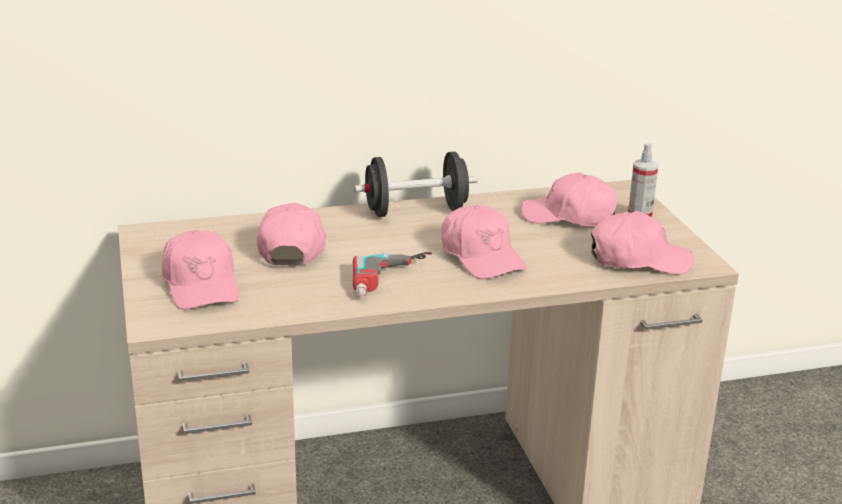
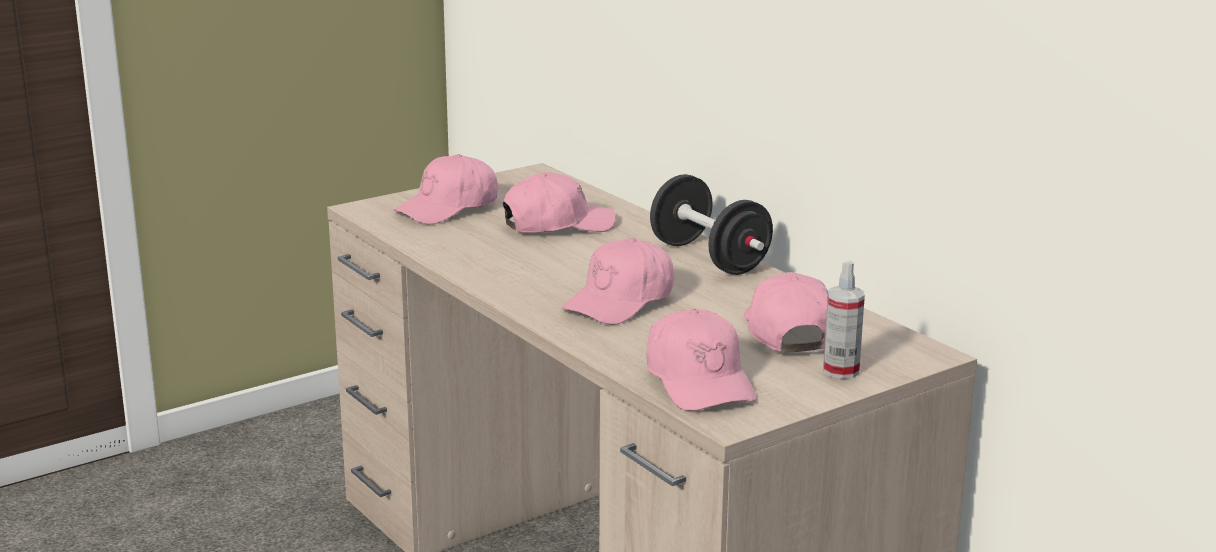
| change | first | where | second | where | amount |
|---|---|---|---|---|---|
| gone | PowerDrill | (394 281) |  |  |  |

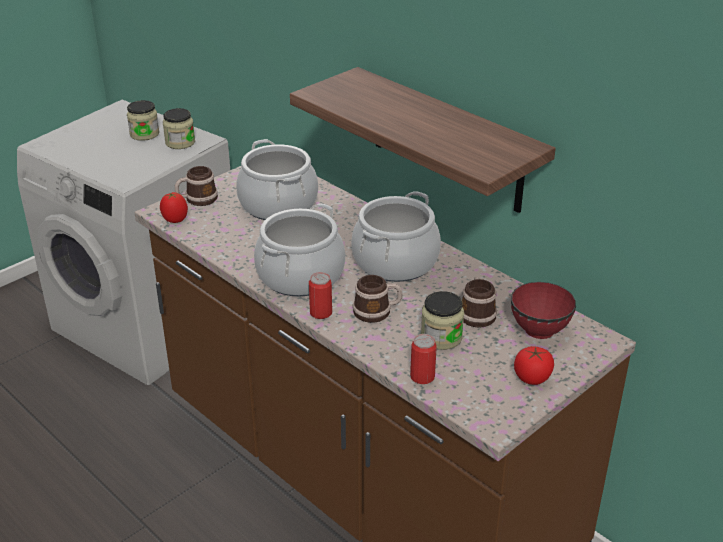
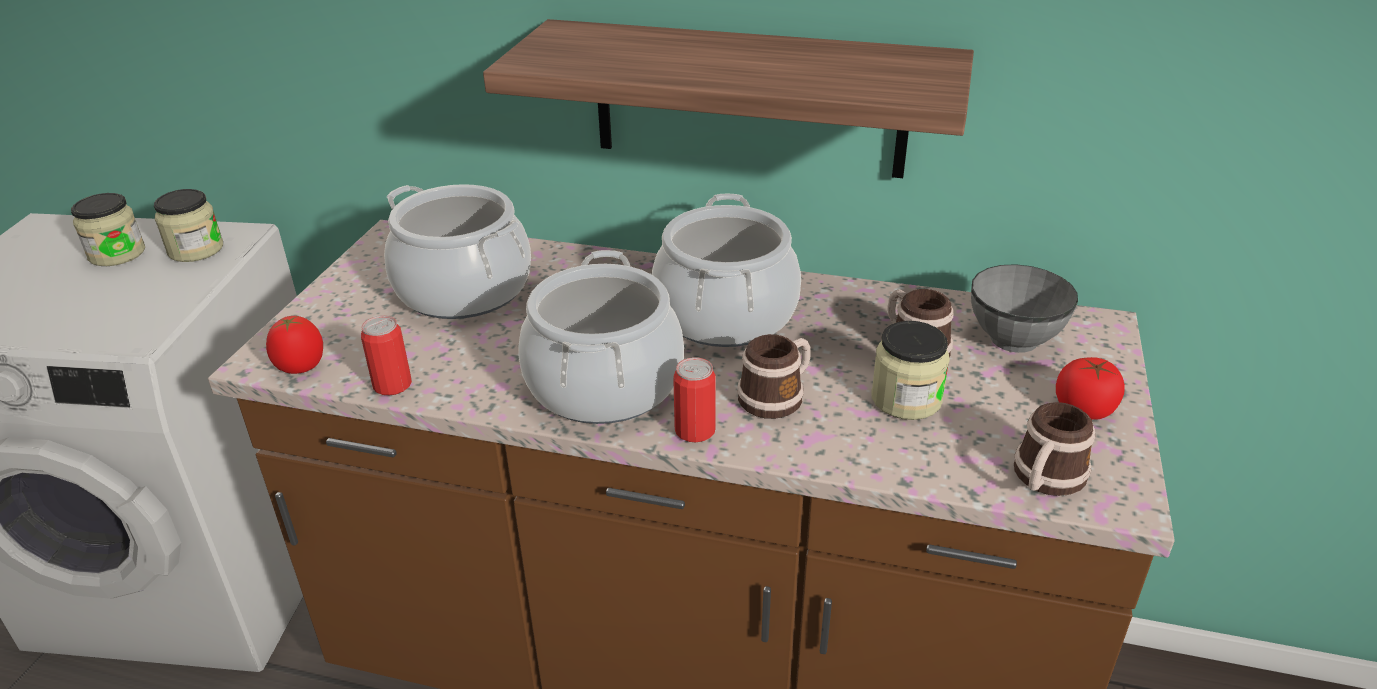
| change | first | where | second | where | amount |
|---|---|---|---|---|---|
| shifted | Can | (422 377) |  | (392 385) |  |
| repainted | RedBowl | (538 329) | GreyBowl | (1012 339) |  |
| shifted | Mug | (197 199) |  | (1045 480) |  |

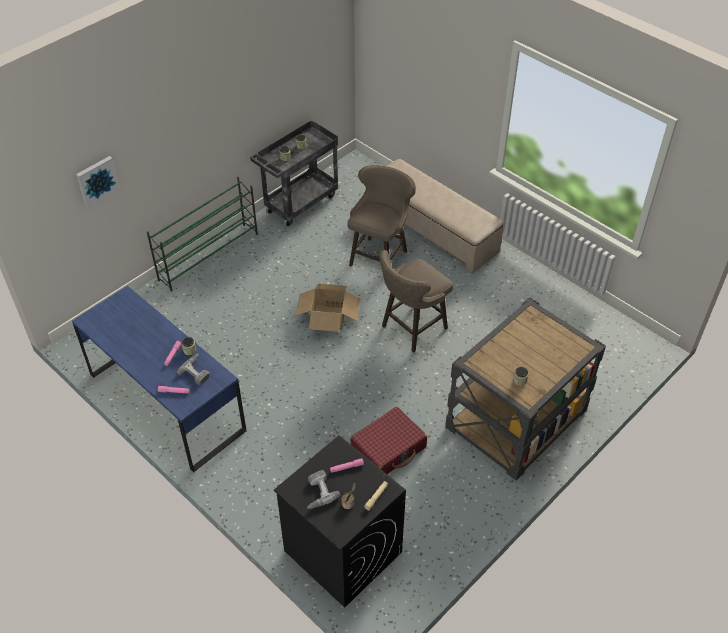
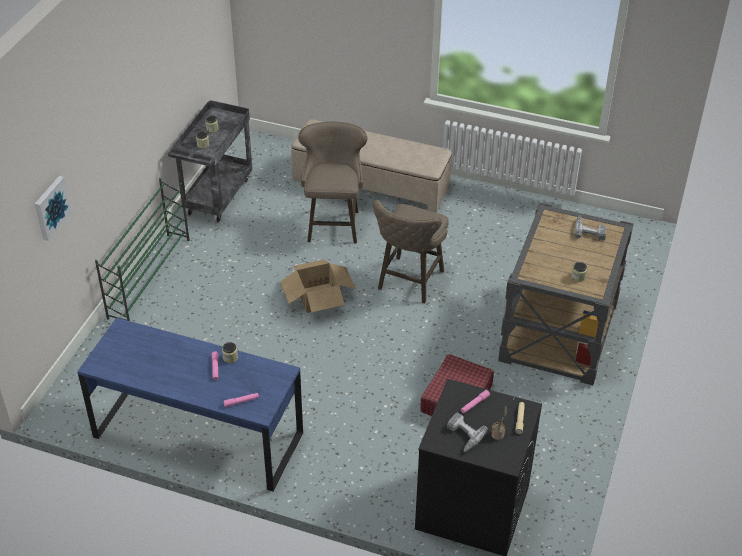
| change | first | where | second | where | amount |
|---|---|---|---|---|---|
| shifted | PowerDrill | (197 371) |  | (589 230) |  |

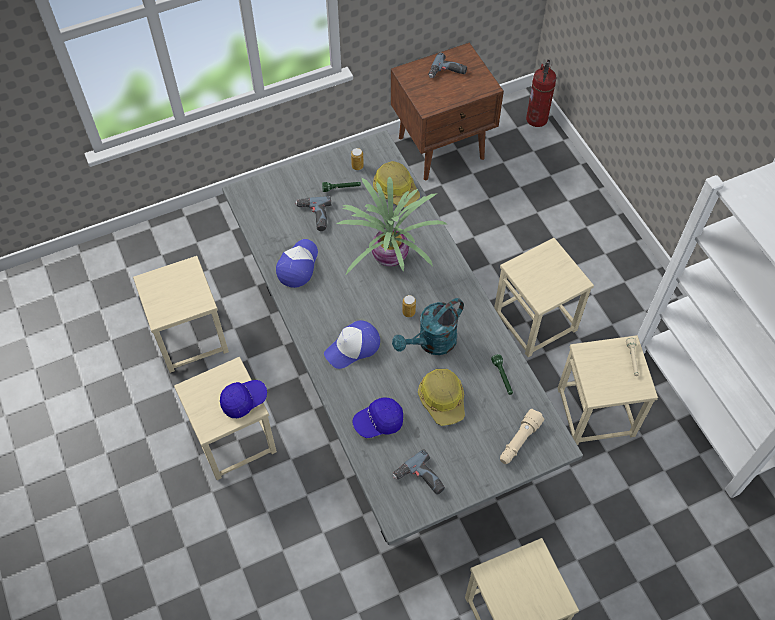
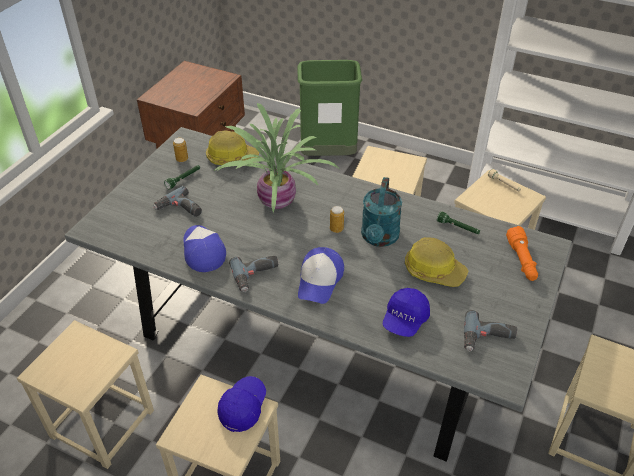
| change | first | where | second | where | amount |
|---|---|---|---|---|---|
| shifted | PowerDrill | (447 73) |  | (256 276) |  |
| new |  |  | GreenTrashCan | (328 155) |  |
| repainted | BeigeFlashlight | (519 441) | OrangeFlashlight | (521 261) |  |
| gone | FireExtinguisher | (537 119) |  |  |  |

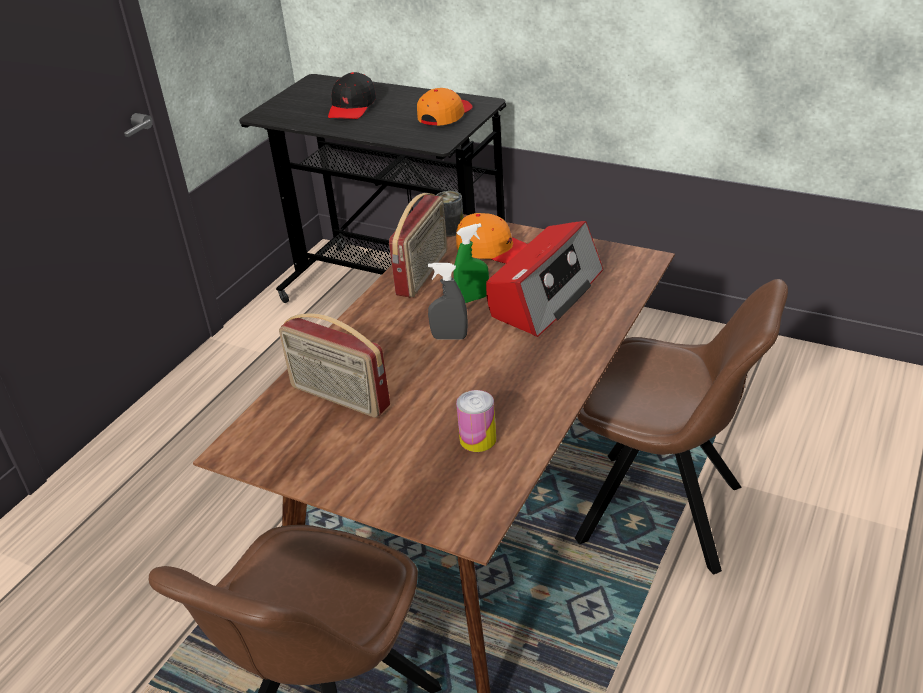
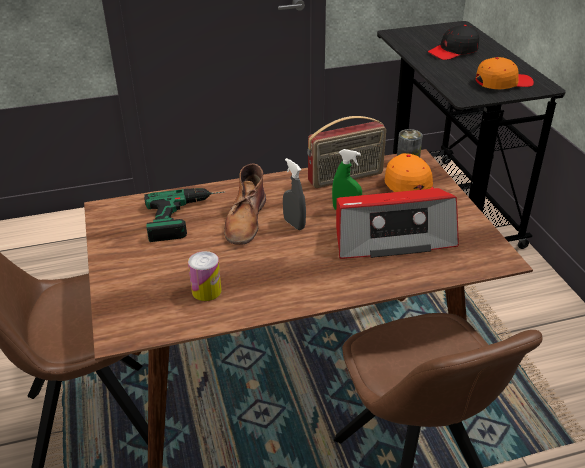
| change | first | where | second | where | amount |
|---|---|---|---|---|---|
| swapped | Radio | (339 398) | PowerDrill | (187 217) |  |
| new |  |  | BrownBoot | (245 220) |  |

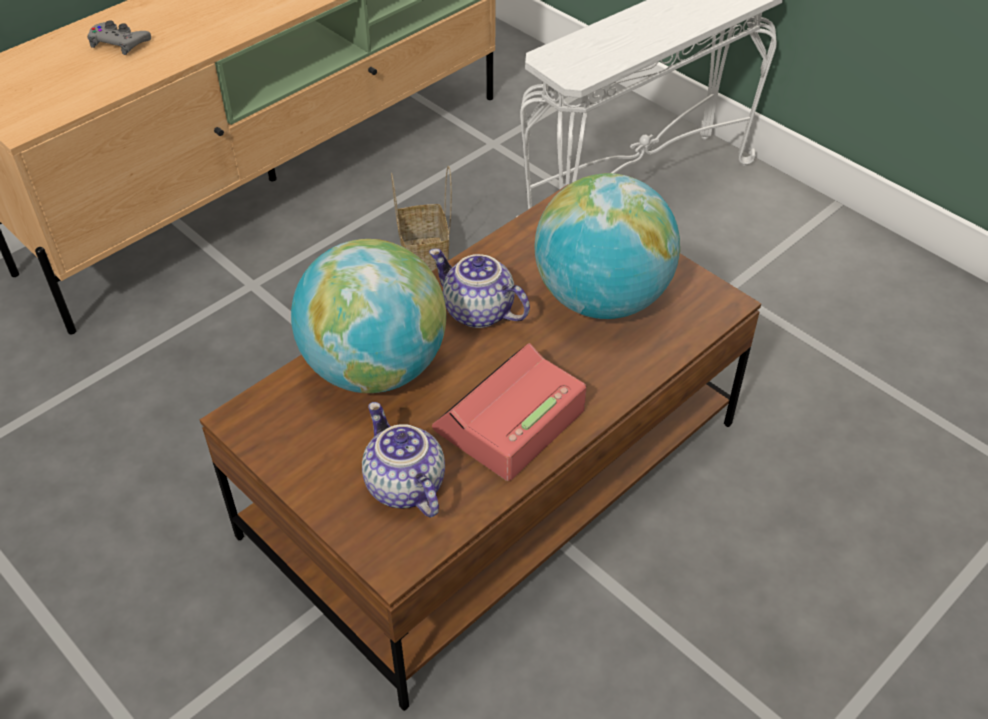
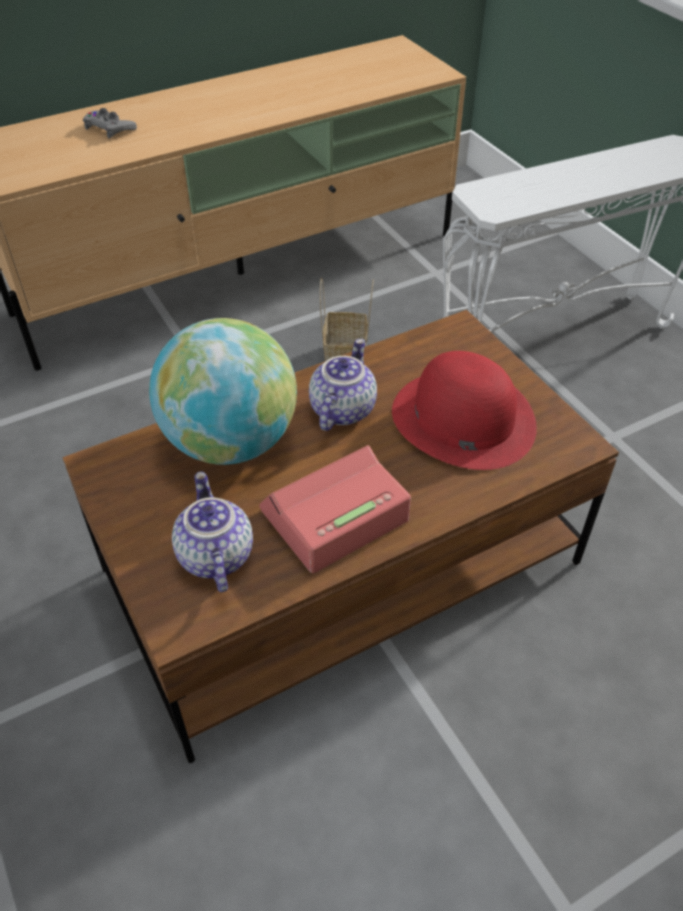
| change | first | where | second | where | amount |
|---|---|---|---|---|---|
| rotated | Teapot | (477 312) |  | (341 409) | 60 degrees clockwise |
| swapped | Globe | (602 298) | RedHat | (462 418) |  |

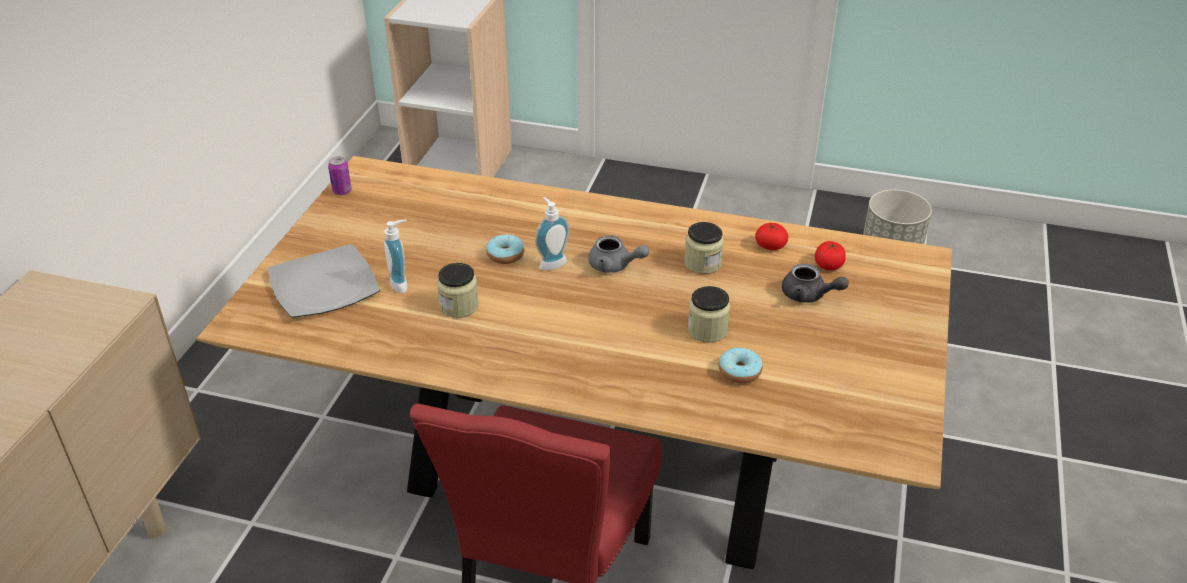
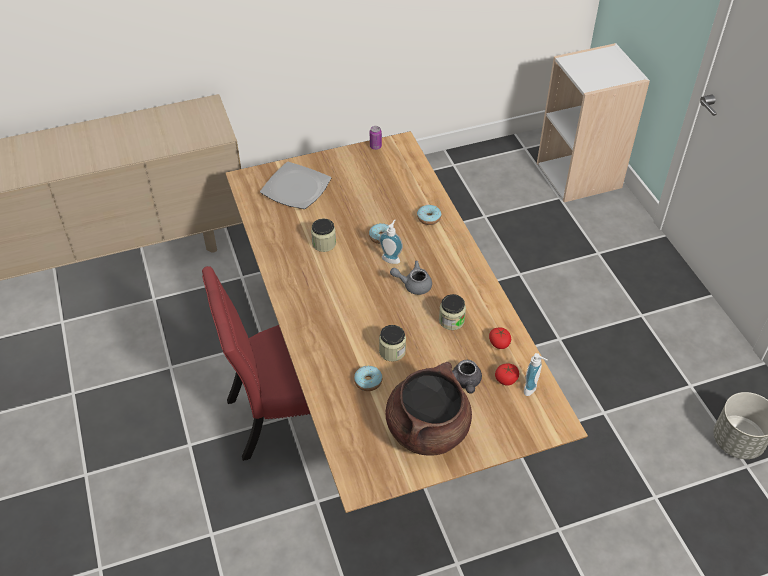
| change | first | where | second | where | amount |
|---|---|---|---|---|---|
| new |  |  | BrownCookingPot | (427 429) |  |
| rotated | GreyTeapot | (614 266) |  | (413 285) | 105 degrees clockwise |
| new |  |  | Donut | (429 218) |  |
| shifted | SoapDispenser | (402 283) |  | (532 389) |  |

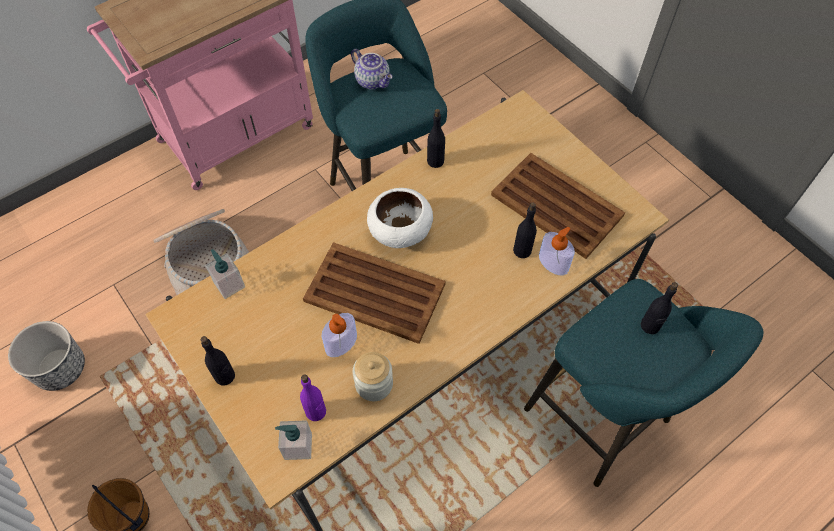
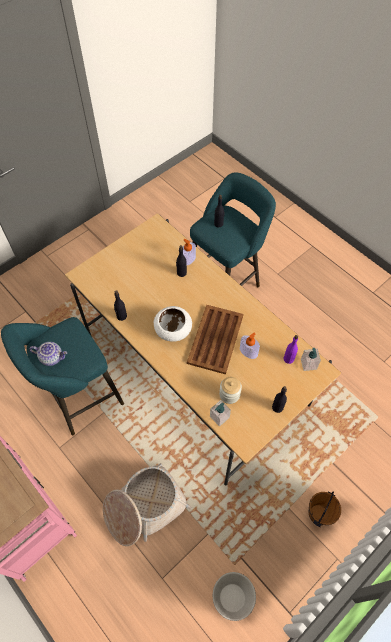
| change | first | where | second | where | amount |
|---|---|---|---|---|---|
| rotated | Teapot | (373 81) |  | (52 357) | 60 degrees clockwise |
| shifted | Jar | (374 384) |  | (229 394) |  |
| gone | BrownTray | (555 204) |  |  |  |

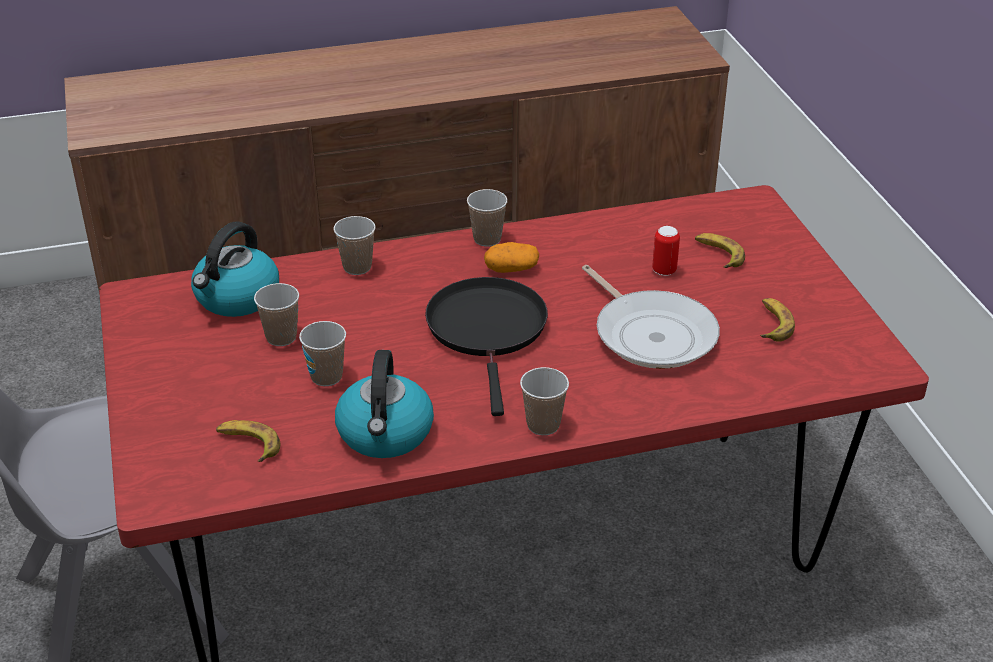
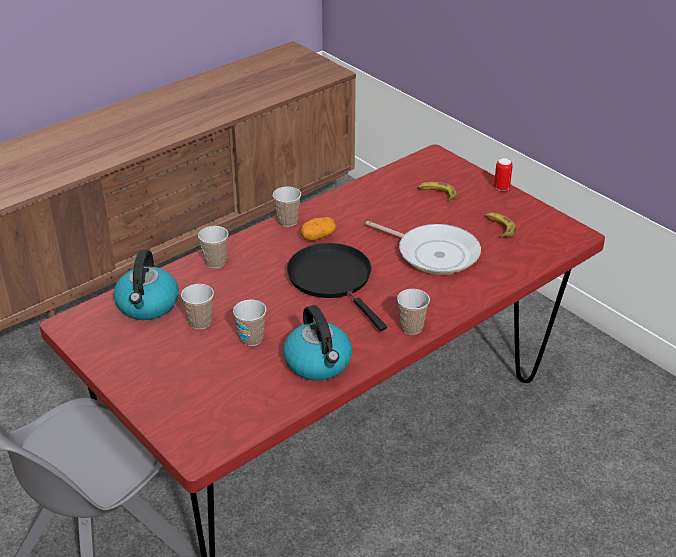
| change | first | where | second | where | amount |
|---|---|---|---|---|---|
| shifted | Can | (664 271) |  | (501 188) |  |
| gone | Banana | (248 444) |  |  |  |

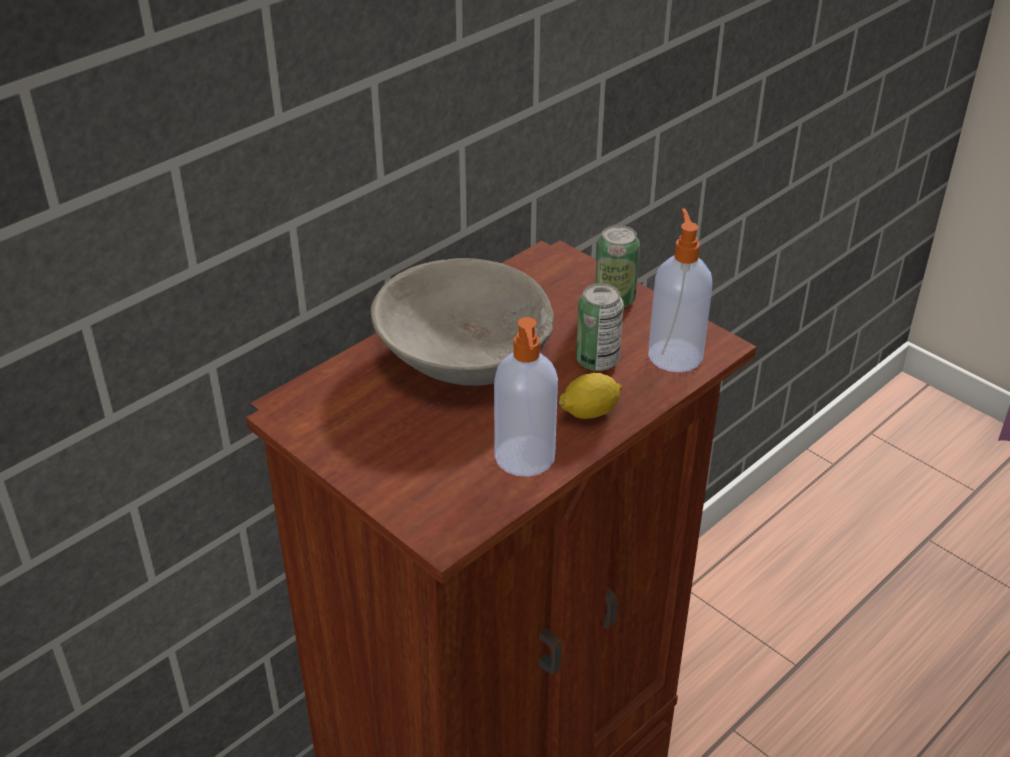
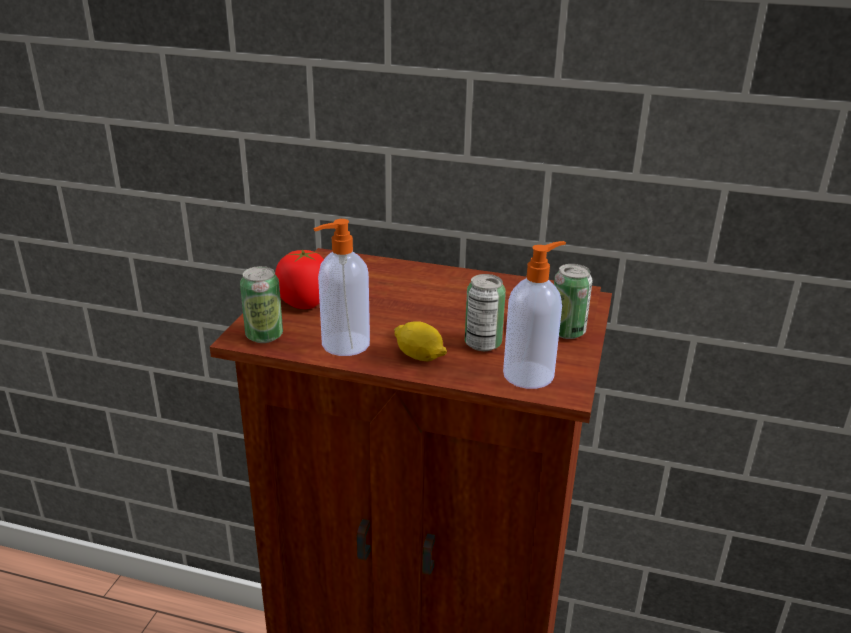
| change | first | where | second | where | amount |
|---|---|---|---|---|---|
| new |  |  | Can | (264 336) |  |
| new |  |  | Tomato | (304 303) |  |
| gone | GreyBowl | (463 352) |  |  |  |

